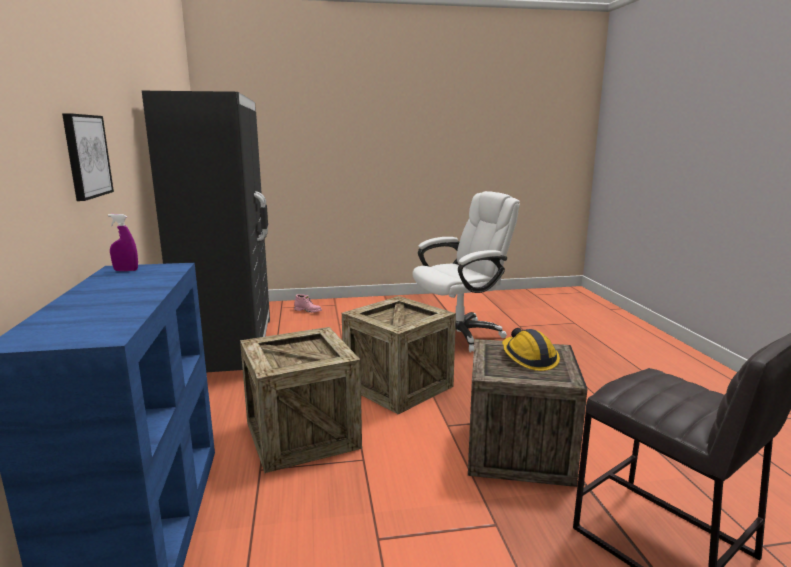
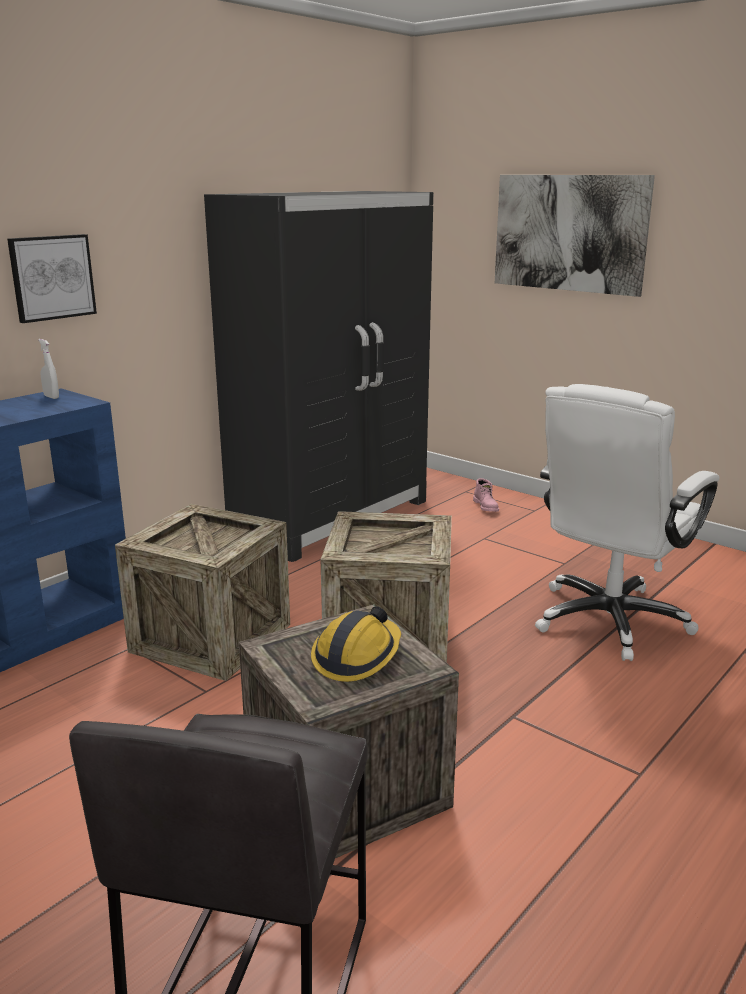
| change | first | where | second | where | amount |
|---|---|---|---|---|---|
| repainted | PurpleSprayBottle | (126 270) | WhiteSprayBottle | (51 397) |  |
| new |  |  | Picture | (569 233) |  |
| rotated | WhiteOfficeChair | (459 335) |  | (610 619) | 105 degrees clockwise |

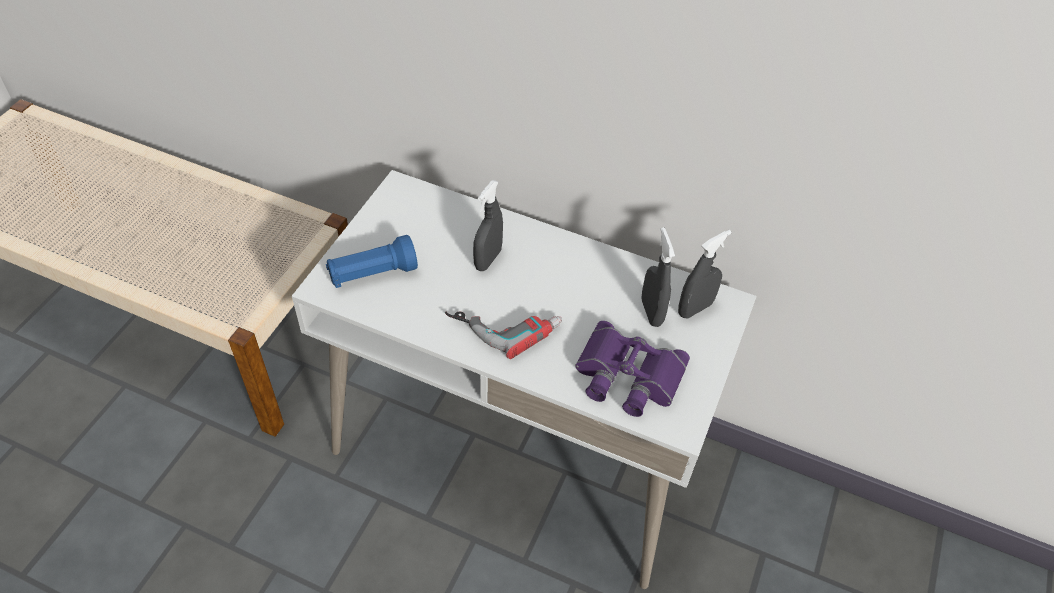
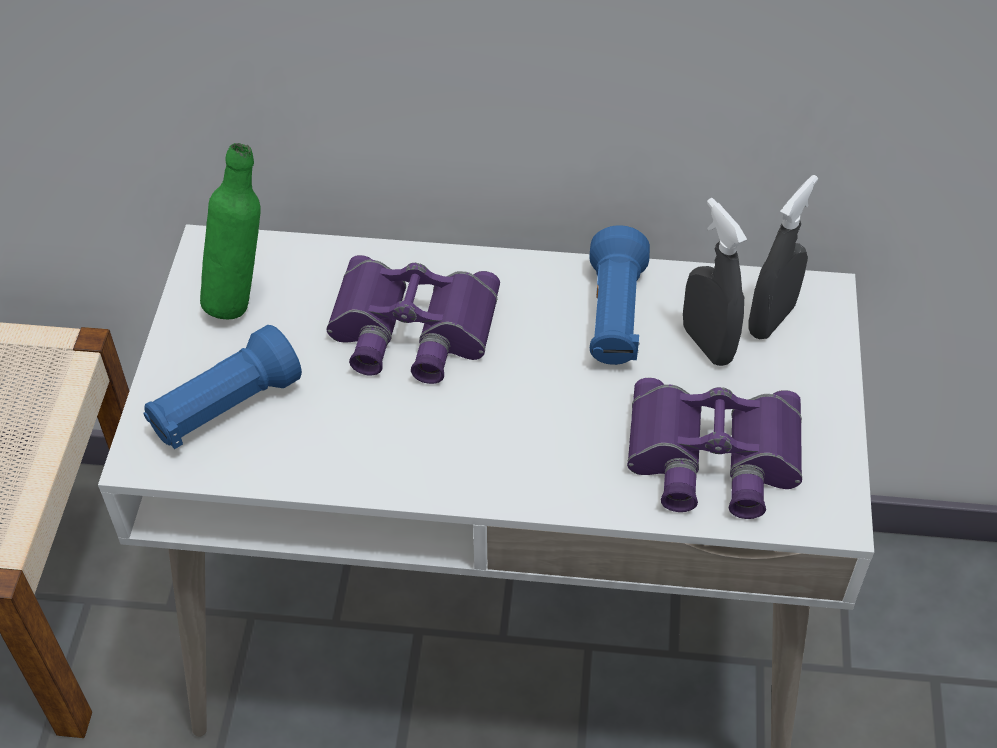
| change | first | where | second | where | amount |
|---|---|---|---|---|---|
| new |  |  | GreenBottle | (241 298) |  |
| swapped | GreySprayBottle | (488 259) | PurpleBinoculars | (410 331) |  |
| new |  |  | BlueFlashlight | (614 317) |  |
| gone | PowerDrill | (505 323) |  |  |  |

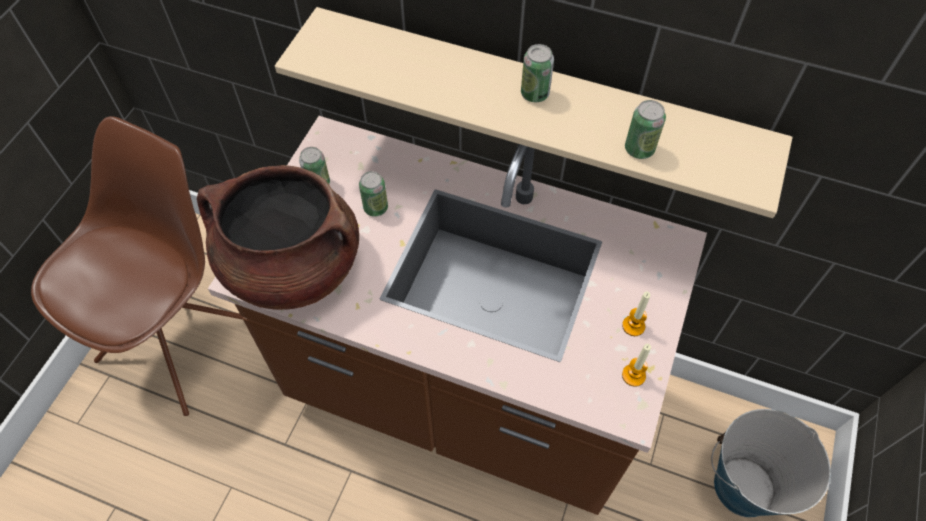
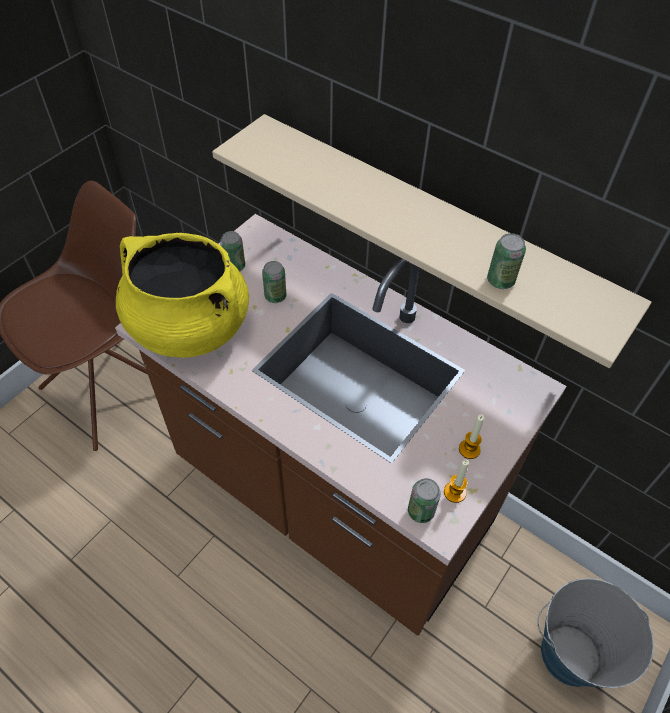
| change | first | where | second | where | amount |
|---|---|---|---|---|---|
| repainted | BrownCookingPot | (292 267) | YellowCookingPot | (189 327) |  |
| shifted | Can | (534 94) |  | (421 511) |  |

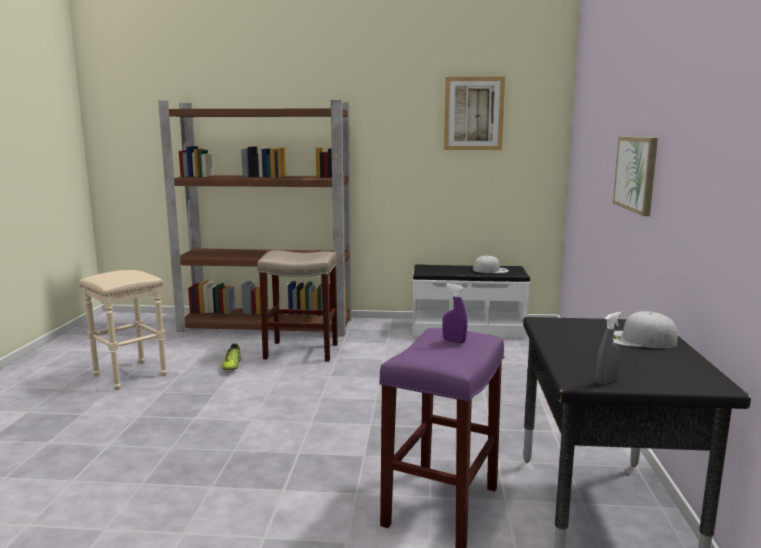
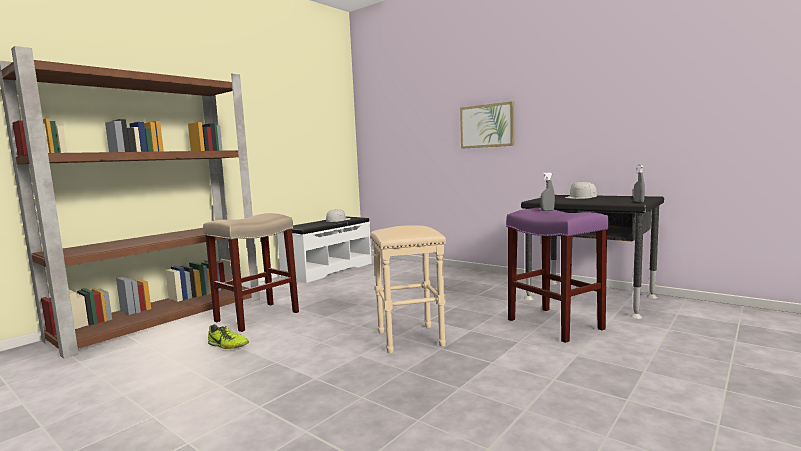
| change | first | where | second | where | amount |
|---|---|---|---|---|---|
| shifted | BeigeStool | (131 374) |  | (408 338) |  |
| repainted | PurpleSprayBottle | (454 341) | GreySprayBottle | (547 210) |  |
| gone | Picture | (473 113) |  |  |  |

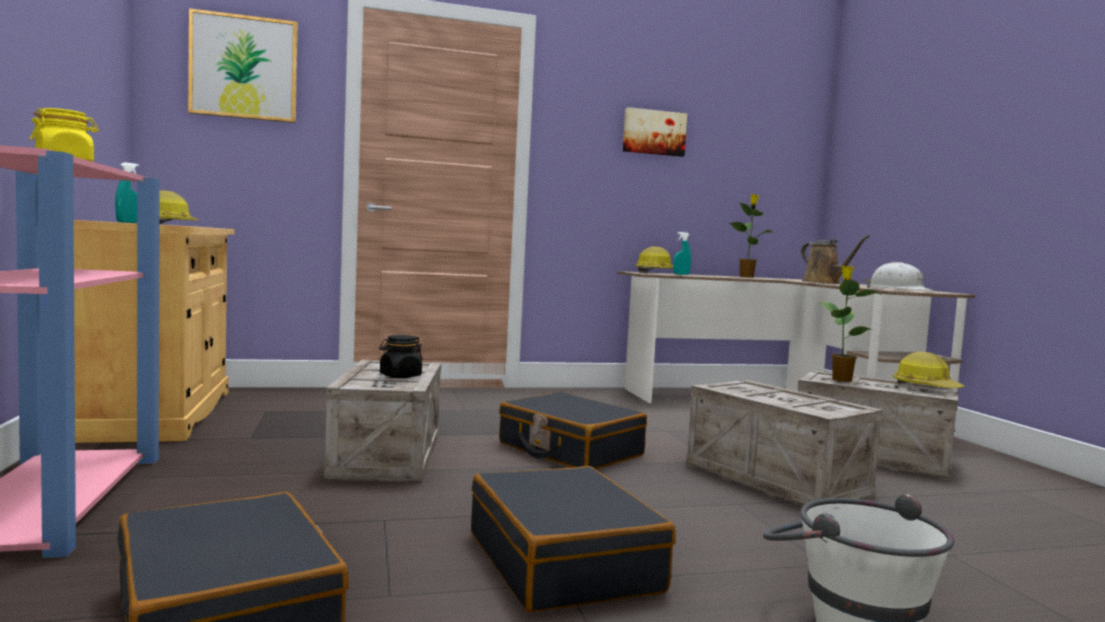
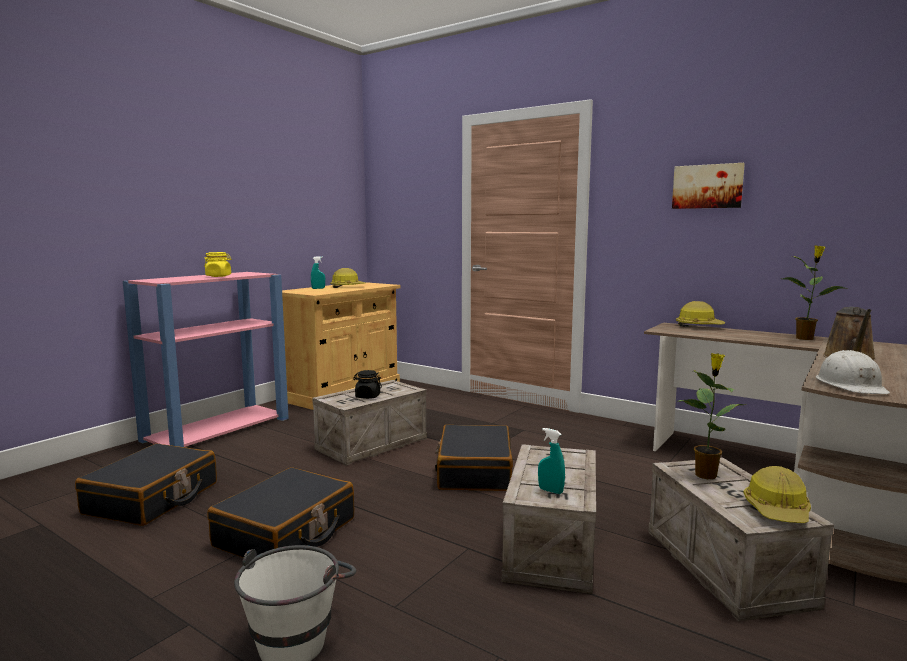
| change | first | where | second | where | amount |
|---|---|---|---|---|---|
| shifted | TurquoiseSprayBottle | (681 274) |  | (550 491) |  |
| gone | Picture | (244 68) |  |  |  |

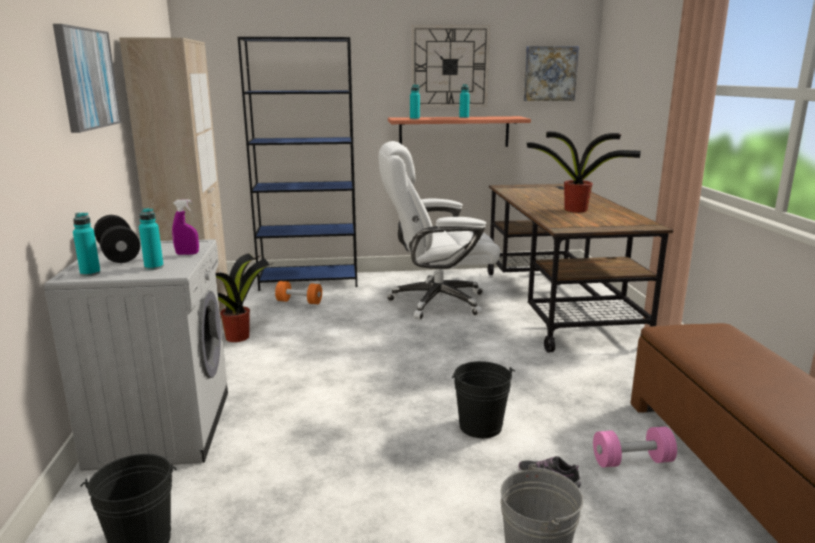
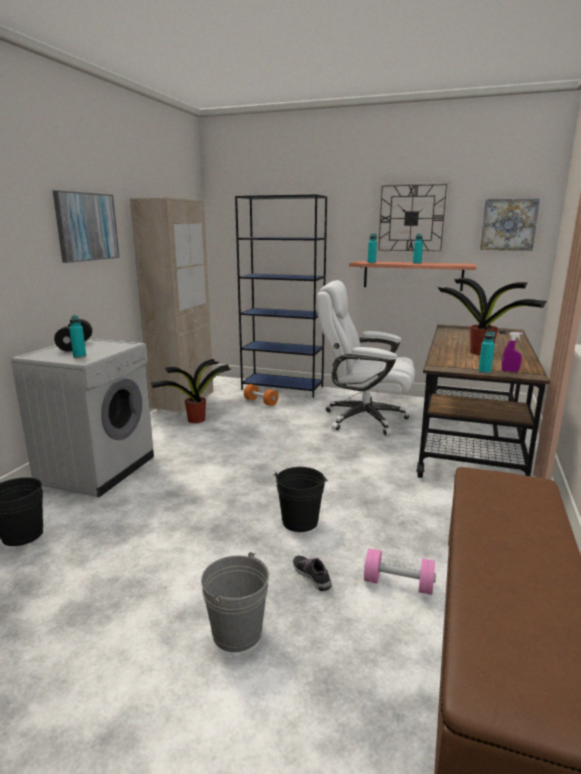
| change | first | where | second | where | amount |
|---|---|---|---|---|---|
| shifted | TurquoiseBottle | (90 273) |  | (484 371) |  |
| shifted | PurpleSprayBottle | (187 254) |  | (510 371) |  |

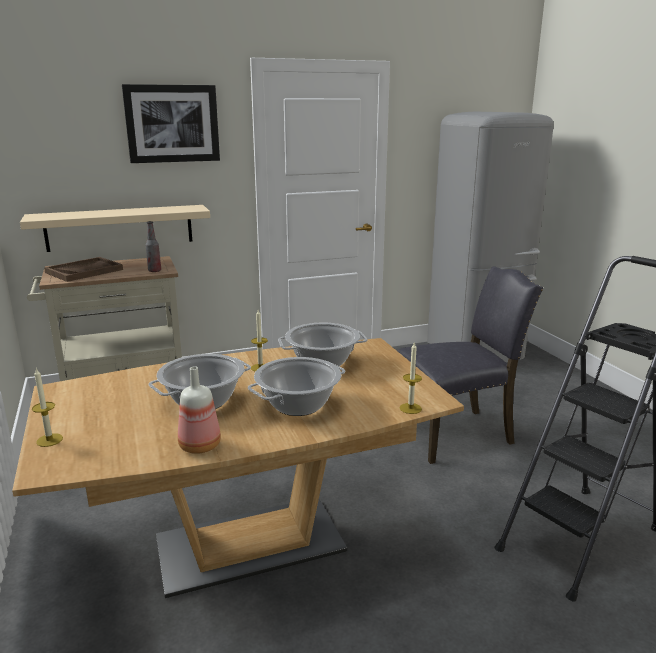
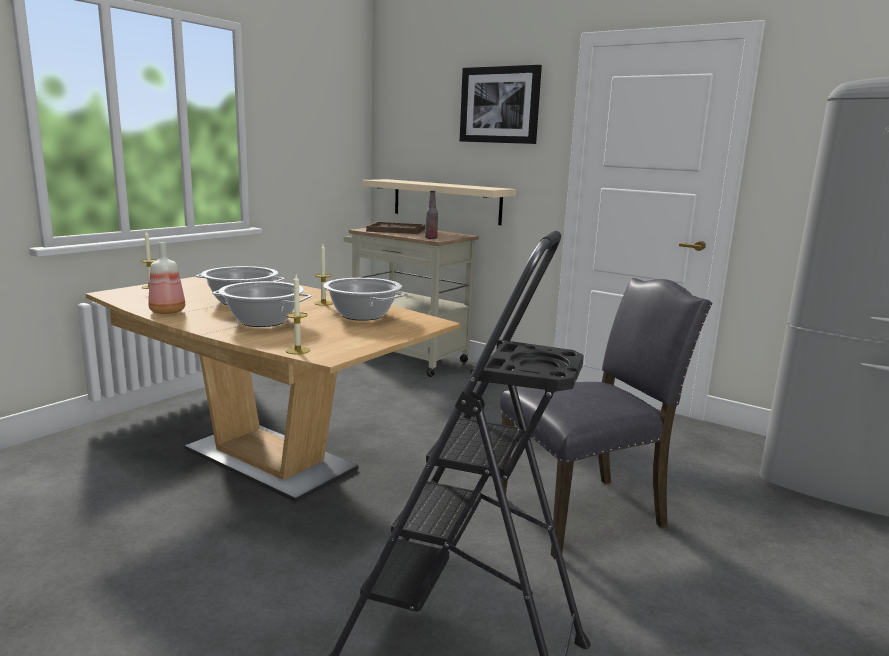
| change | first | where | second | where | amount |
|---|---|---|---|---|---|
| rotated | GreyChair | (456 433) |  | (585 512) | 60 degrees counterclockwise |

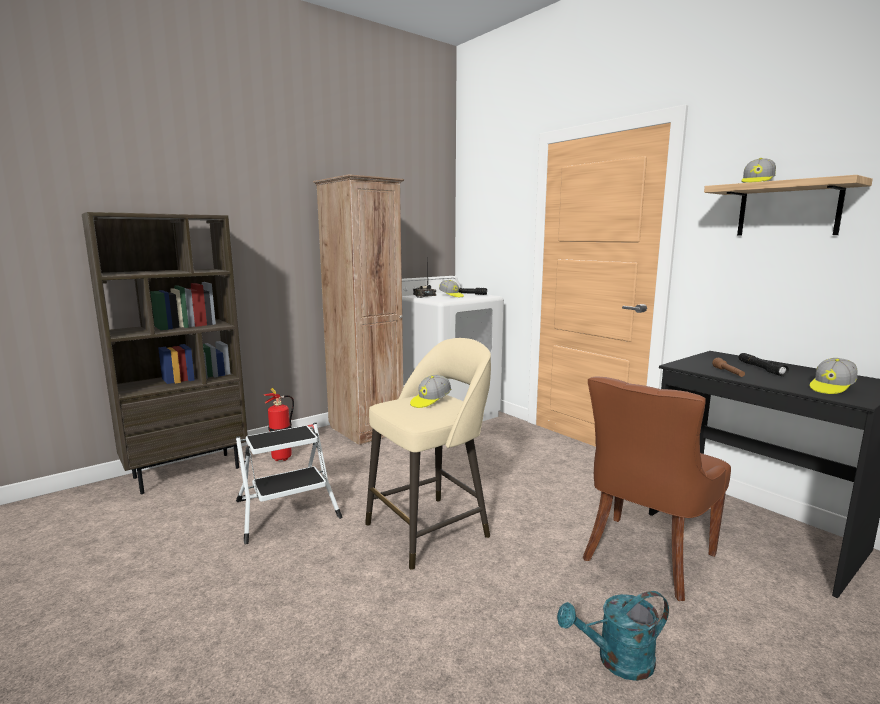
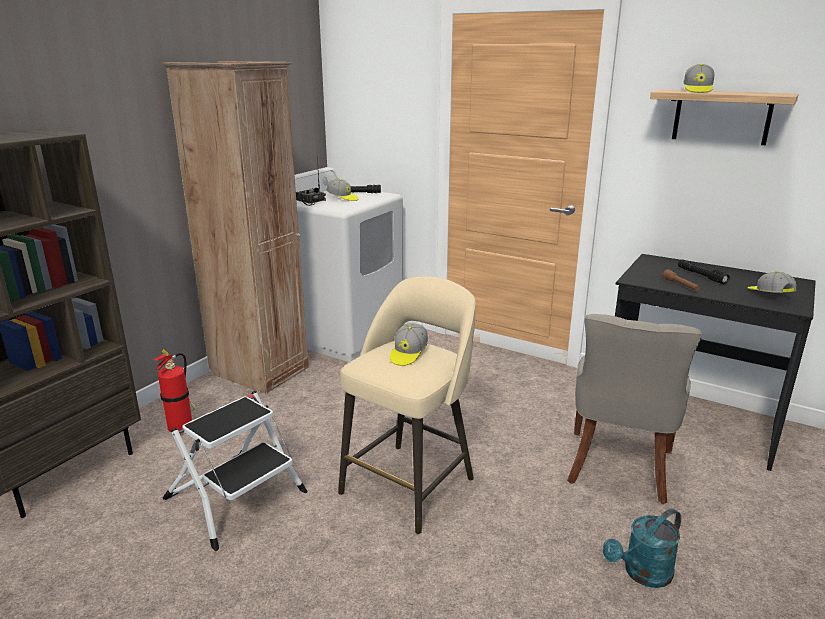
| change | first | where | second | where | amount |
|---|---|---|---|---|---|
| repainted | BrownChair | (645 557) | GreyChair | (618 467) |  |
| rotated | Cap | (831 388) |  | (769 295) | 135 degrees clockwise |

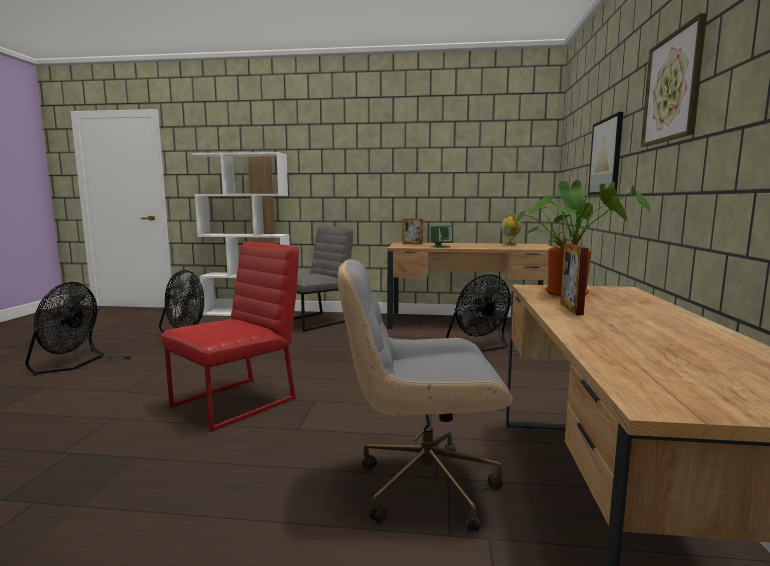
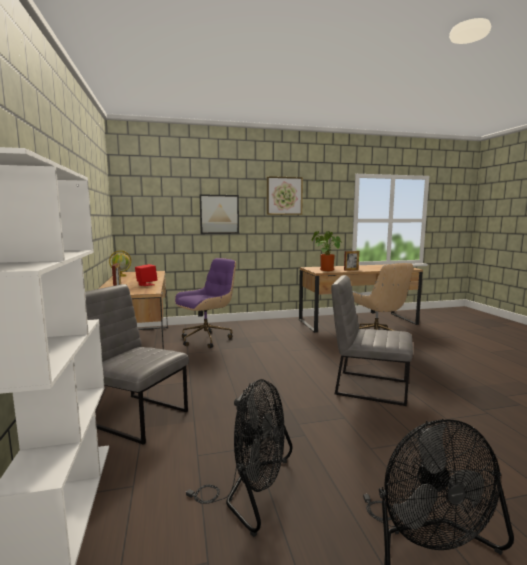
| change | first | where | second | where | amount |
|---|---|---|---|---|---|
| repainted | GreenSpeaker | (441 246) | RedSpeaker | (146 284) |  |
| swapped | BlackFan | (488 347) | PurpleOfficeChair | (207 339) |  |
| repainted | RedChair | (237 401) | GreyChair | (369 387) |  |

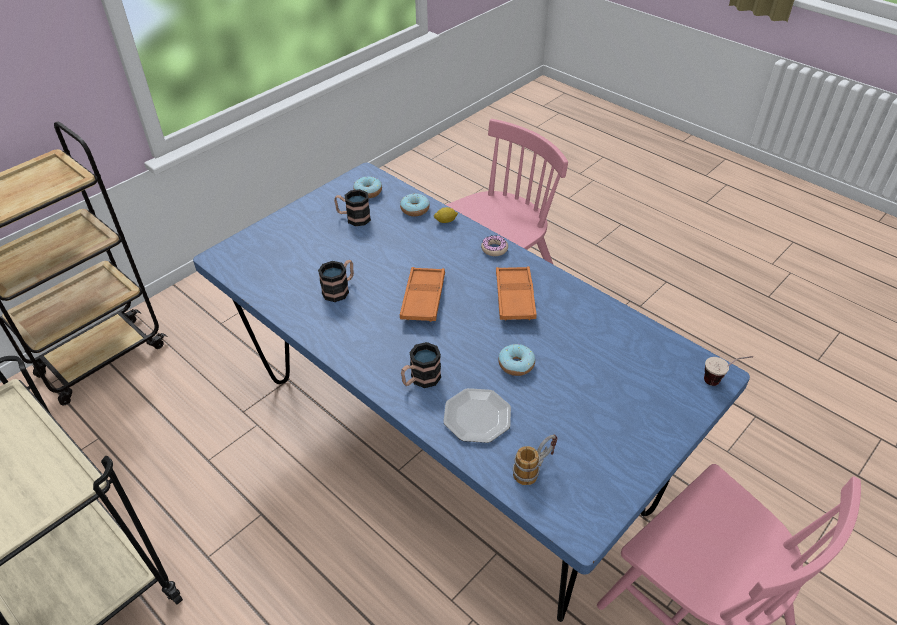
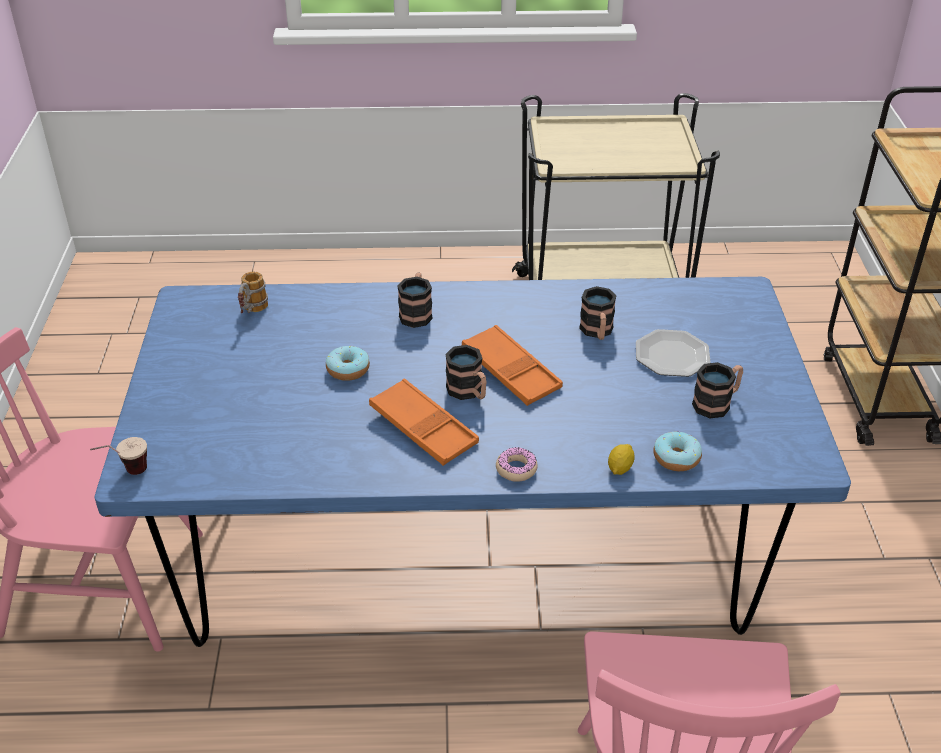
| change | first | where | second | where | amount |
|---|---|---|---|---|---|
| new |  |  | Mug | (468 392) |  |
| shifted | Plate | (477 416) |  | (672 356) |  |
| gone | Donut | (368 192) |  |  |  |

